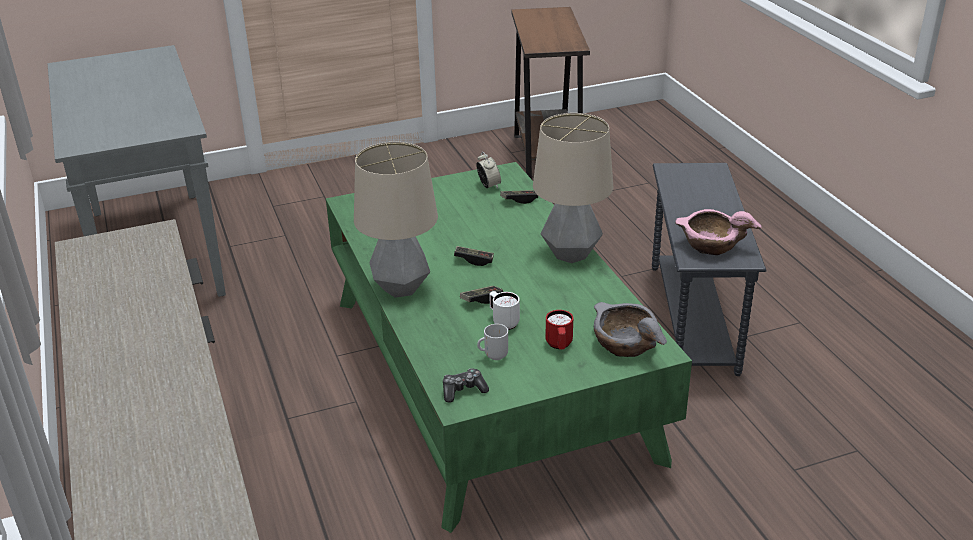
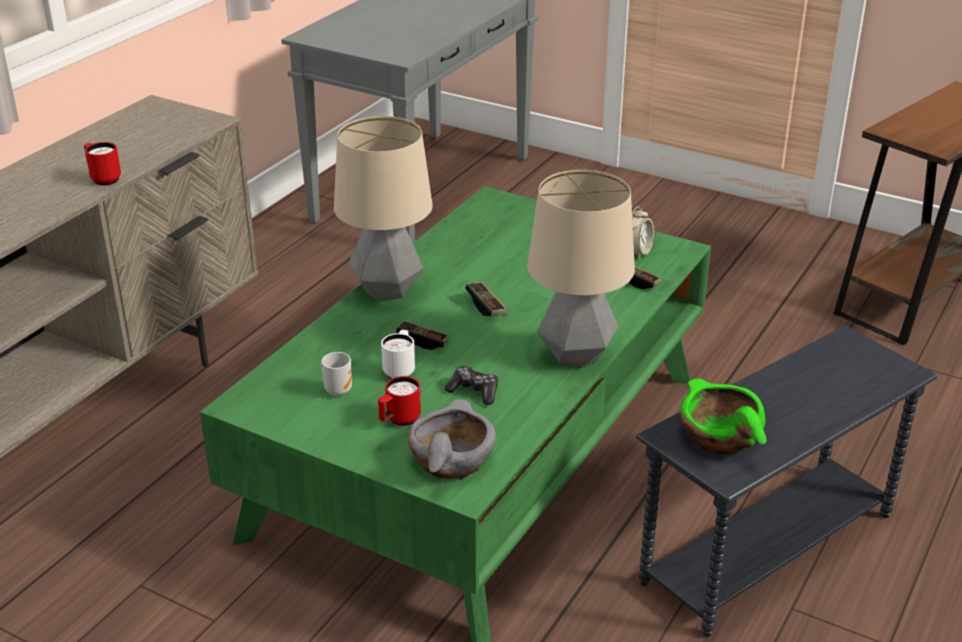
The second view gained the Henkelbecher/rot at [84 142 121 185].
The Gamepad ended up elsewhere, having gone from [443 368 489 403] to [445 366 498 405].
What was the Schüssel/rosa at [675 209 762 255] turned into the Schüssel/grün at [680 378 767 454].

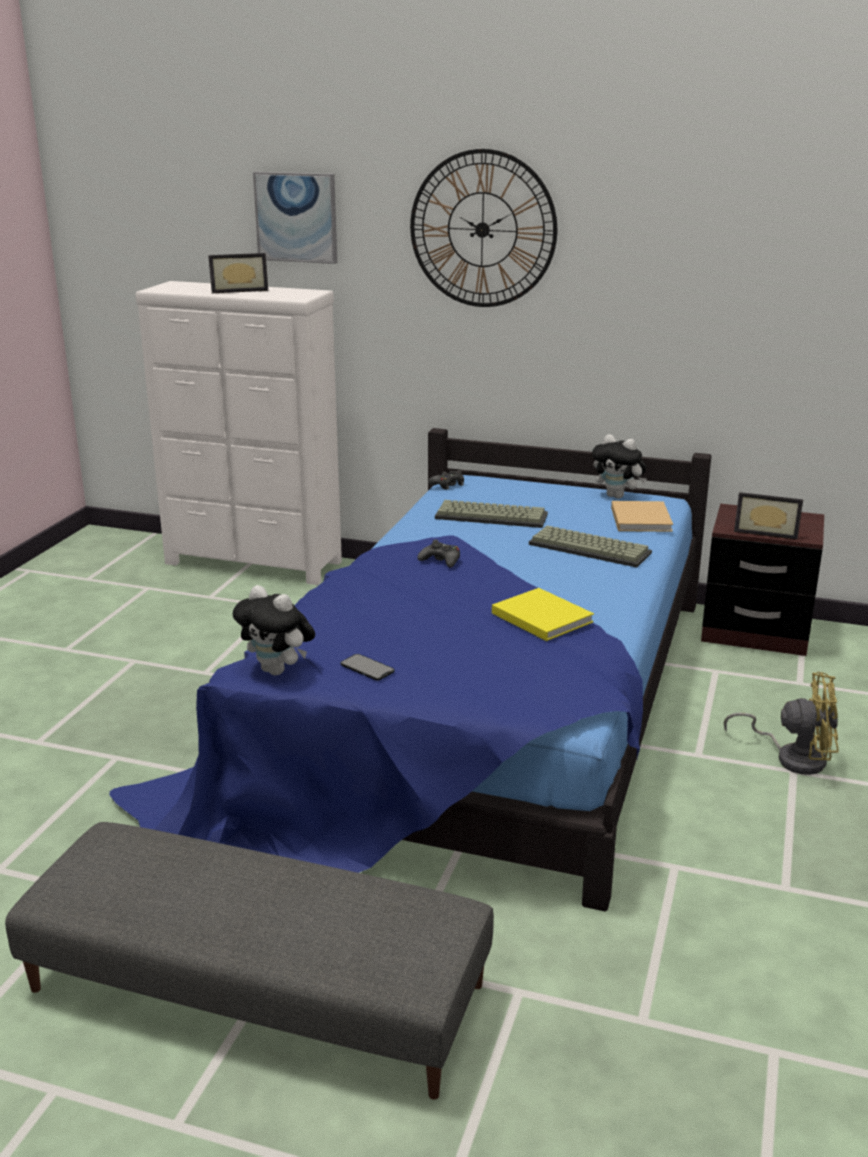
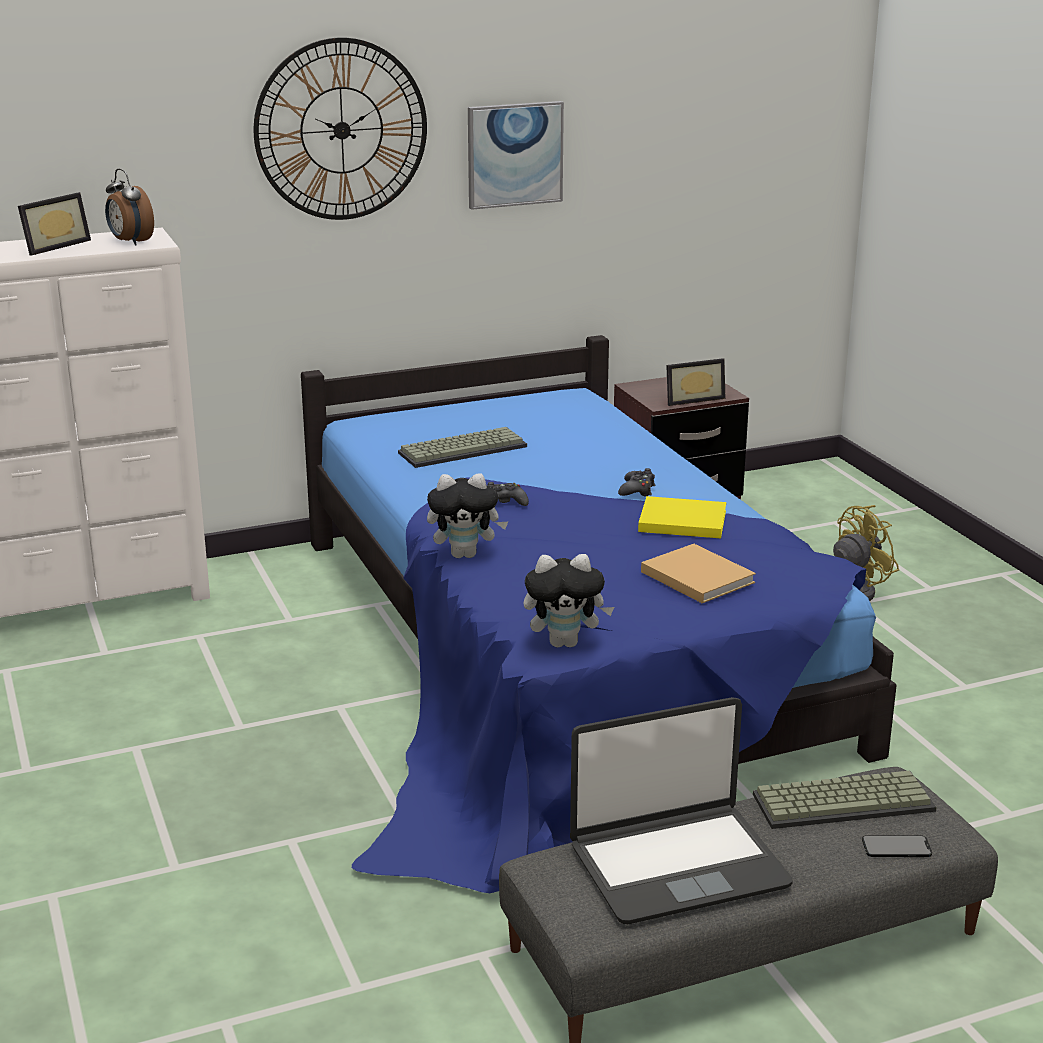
The second view gained the Wecker at [105 169 154 246].
The Plüschtier ended up elsewhere, having gone from [592 434 647 499] to [427 473 508 558].
The Bild ended up elsewhere, having gone from [253 172 337 264] to [468 101 564 210].
The second view gained the Laptop at [570 697 793 924].
The Gamepad/schwarz ended up elsewhere, having gone from [428 470 464 490] to [618 468 655 497].
The Buch/beige ended up elsewhere, having gone from [611 501 673 532] to [641 544 756 603].
The Tastatur ended up elsewhere, having gone from [529 525 652 568] to [753 771 937 829].
The Handy ended up elsewhere, having gone from [340 654 395 681] to [862 835 932 857].

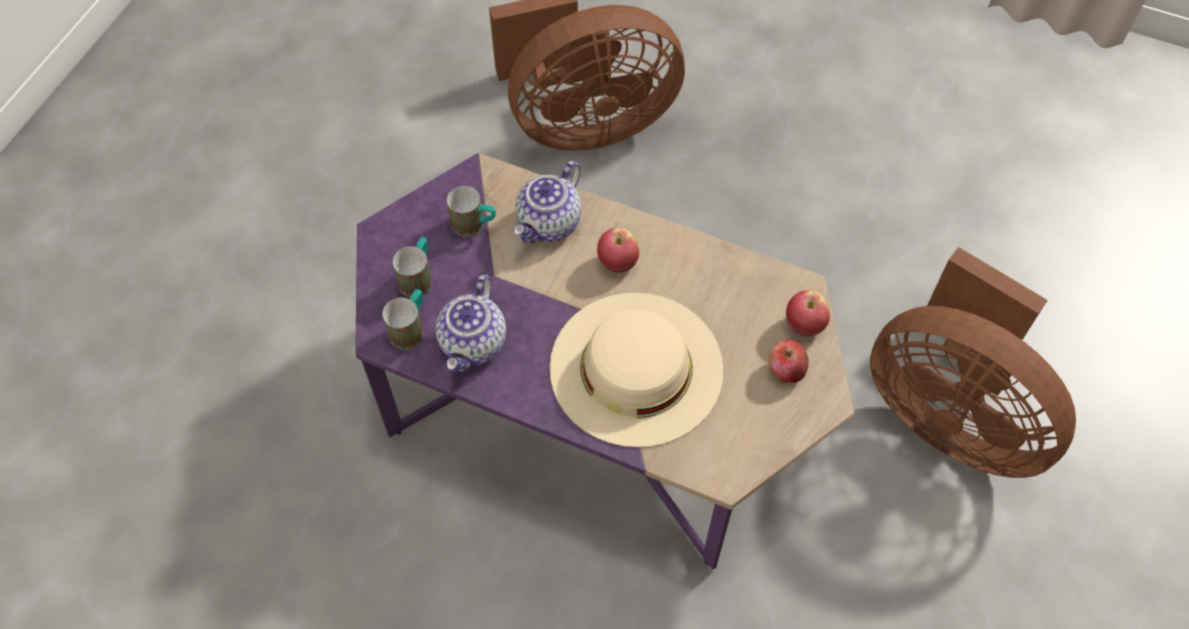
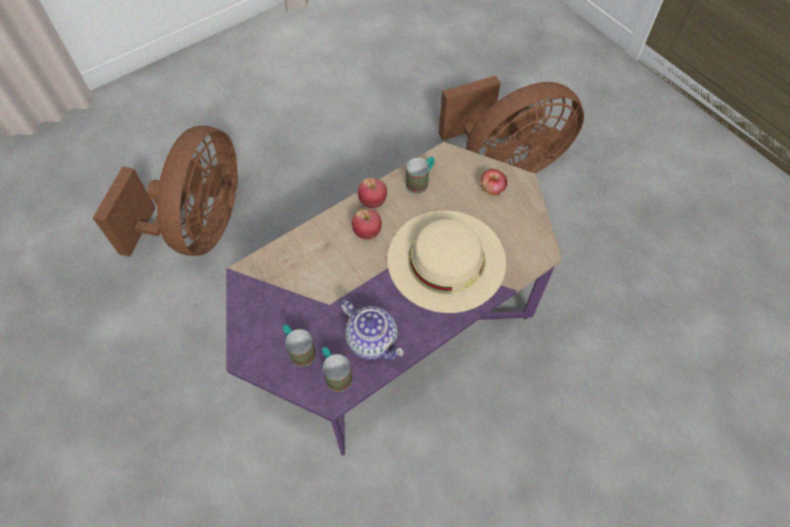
The Apfel ended up elsewhere, having gone from [786 290 830 336] to [358 178 387 208].
The Henkelbecher ended up elsewhere, having gone from [447 186 496 237] to [406 157 435 194].
The second view lost the Teekanne at [514 161 581 243].

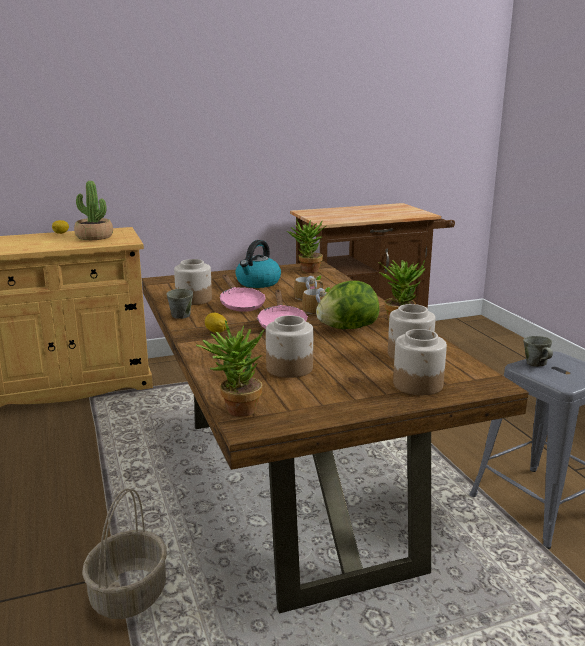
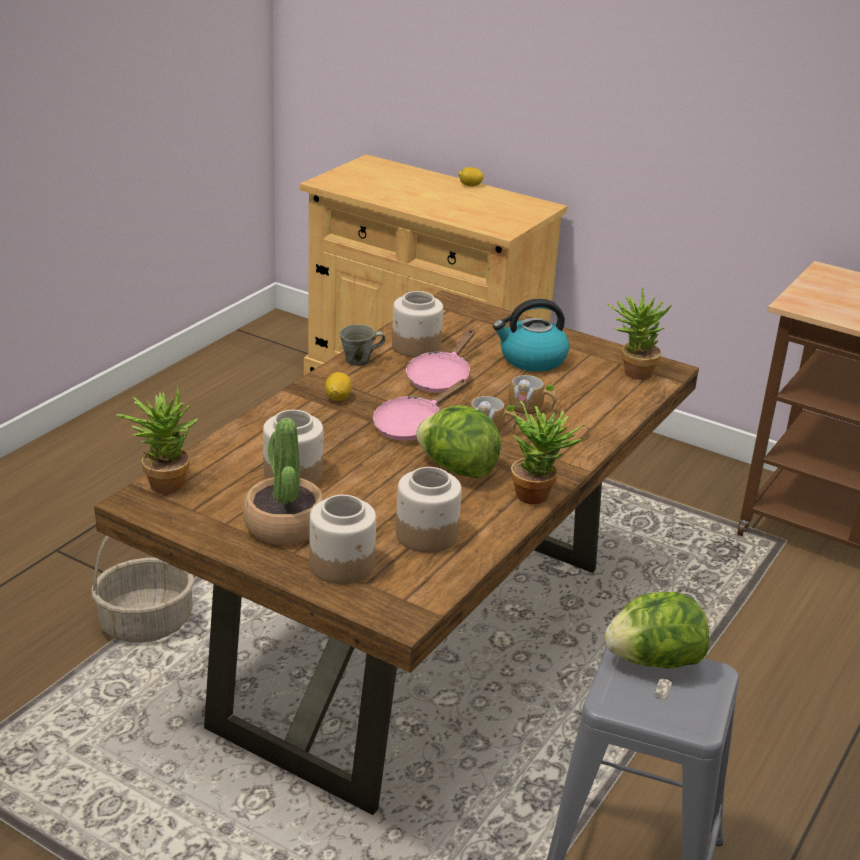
The Topfpflanze ended up elsewhere, having gone from [74 181 113 240] to [243 418 325 545].
Where the Henkelbecher/grau stood at [523 336 553 367], the Salatkopf came to stand at [605 592 709 669].

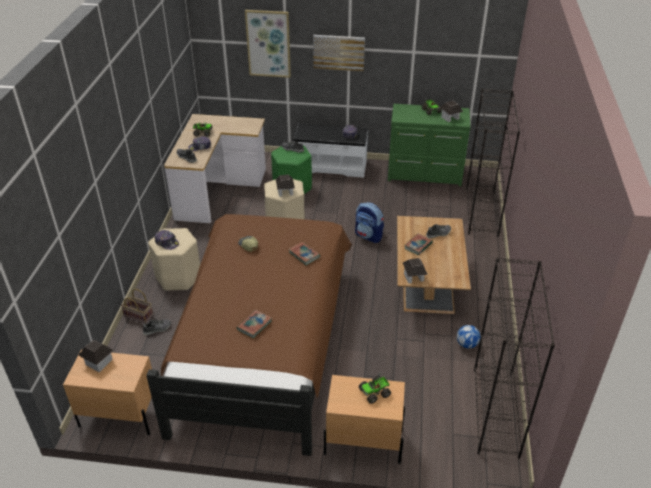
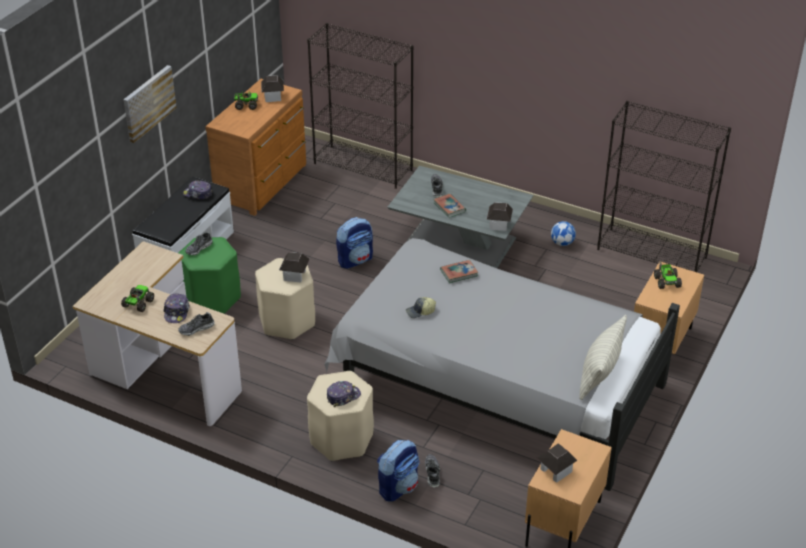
What was the Kommode/grün at [388 104 471 186] turned into the Kommode/braun at [205 79 306 216].
What was the Bett/braun at [146 214 352 456] turned into the Bett/grau at [324 238 680 491].
Where the Korb stood at [121 289 153 324], the Rucksack came to stand at [377 440 419 502].
What was the Couchtisch/braun at [397 216 471 314] turned into the Couchtisch/grau at [387 166 534 268].
The second view gained the Kissen at [579 315 627 400].
The second view lost the Buch at [237 310 272 338].
The second view lost the Bild at [245 10 291 78].

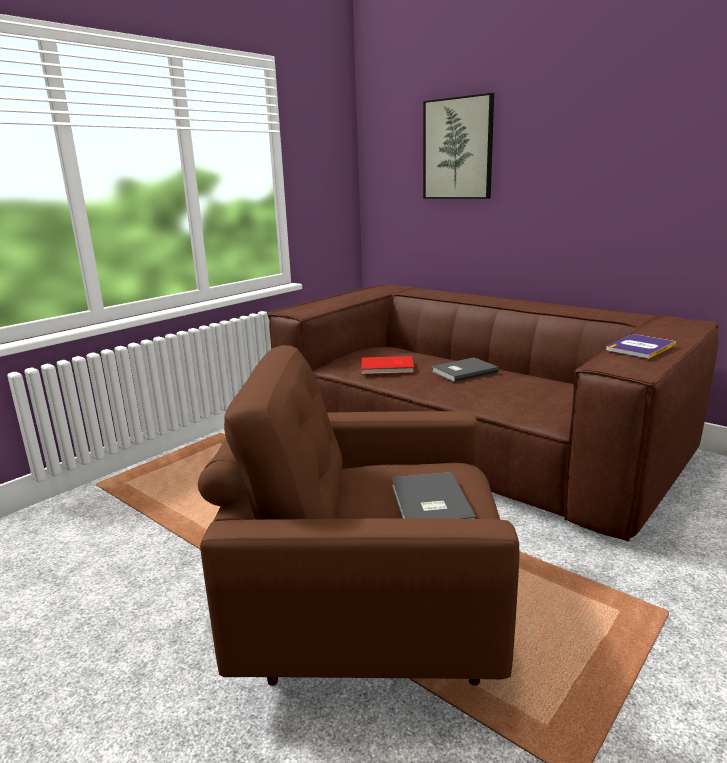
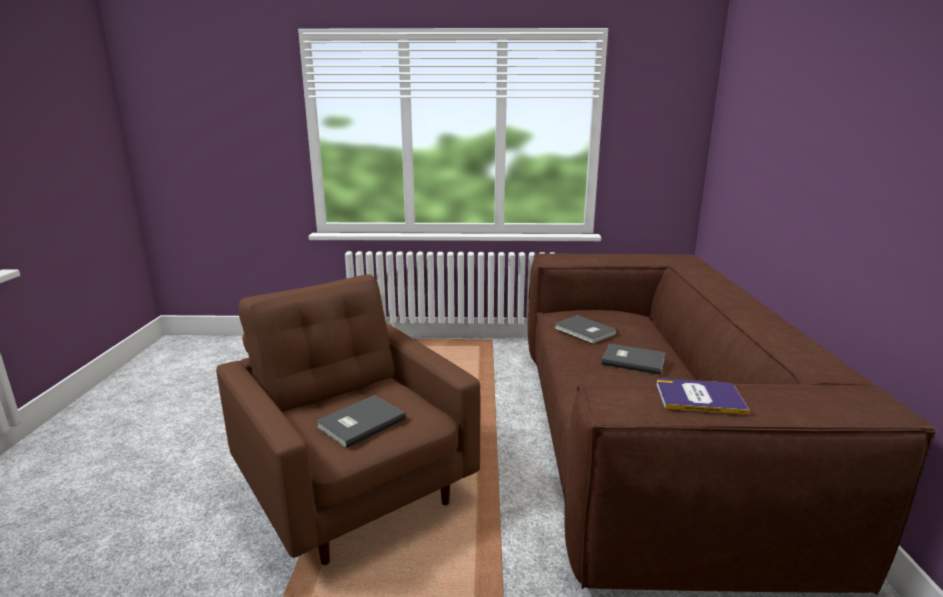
What was the Buch/rot at [362 356 414 374] turned into the Buch/grau at [554 315 617 344].
The second view lost the Bild at [423 93 494 199].

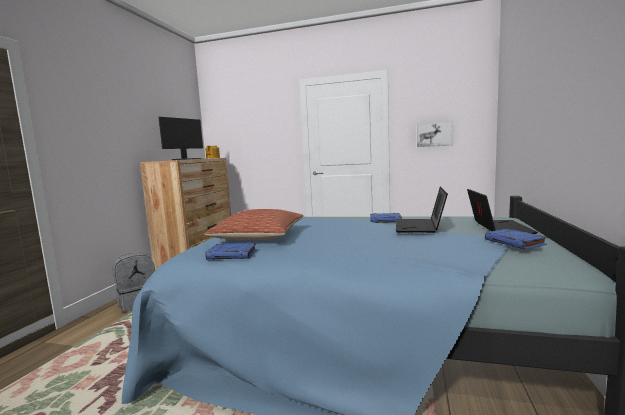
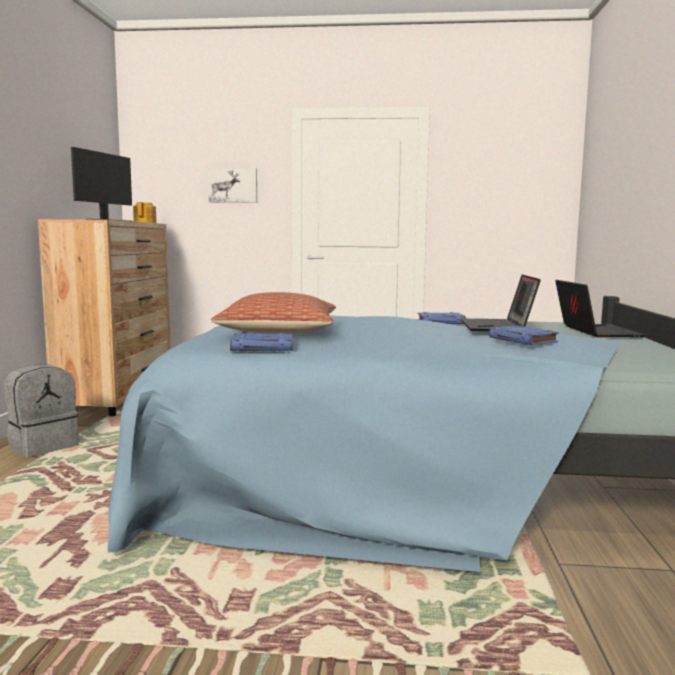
The Bild ended up elsewhere, having gone from [417 121 453 147] to [208 168 257 203].
The Buch/blau ended up elsewhere, having gone from [485 229 547 249] to [489 326 559 345].

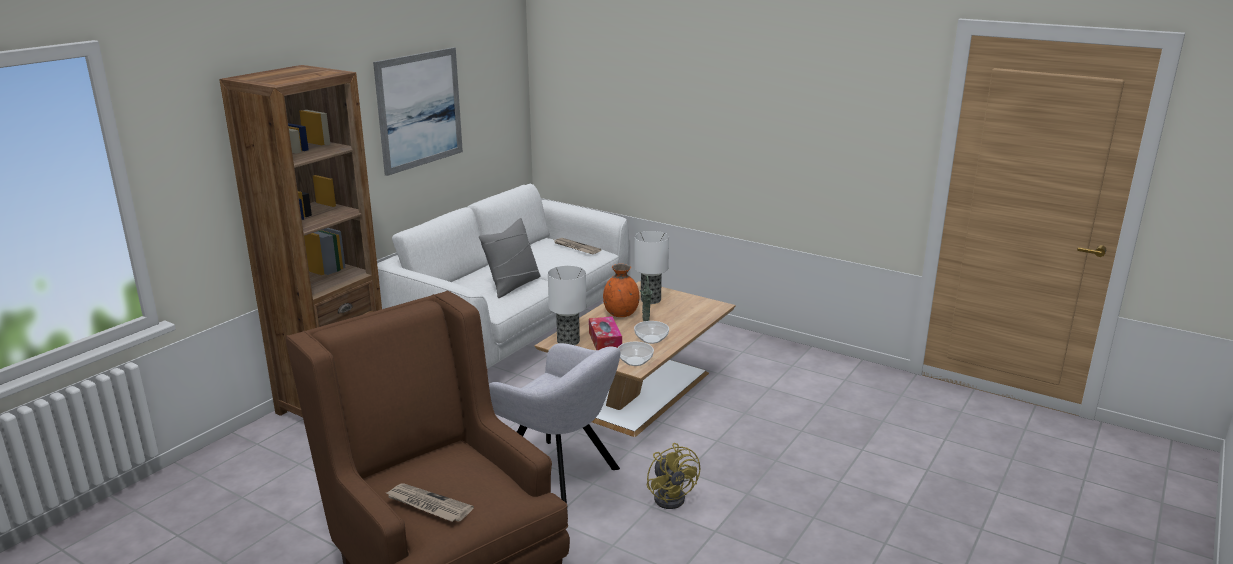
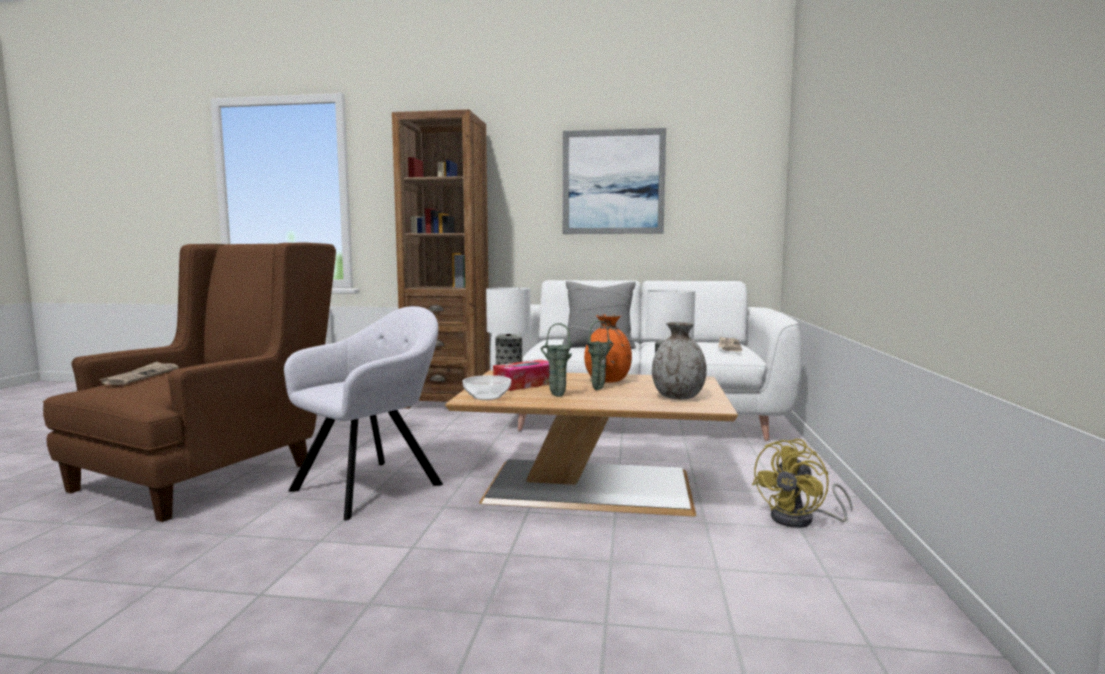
The Sessel/grau at [489 343 620 512] ended up facing another way, 150 degrees counterclockwise from before.
Where the Schüssel stood at [634 321 669 344], the Vase/grün came to stand at [541 323 572 396].
The second view gained the Vase/grau at [652 322 707 399].
The Ventilator/gelb ended up elsewhere, having gone from [647 443 700 509] to [752 439 853 528].

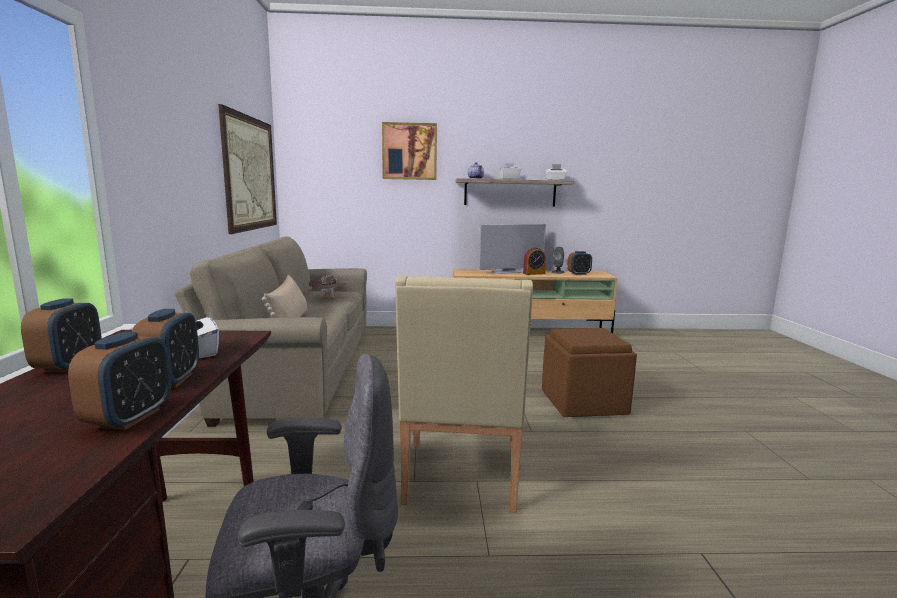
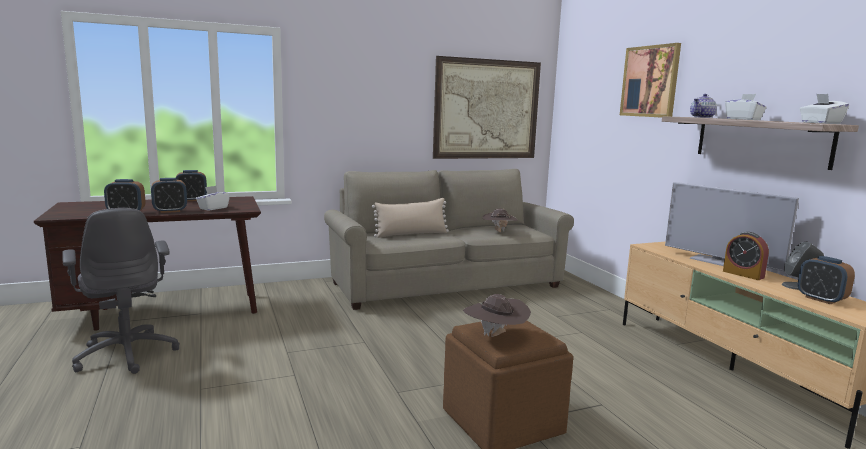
The second view gained the Hut/braun at [463 294 531 337].
The second view lost the Sessel/beige at [395 276 533 513].

